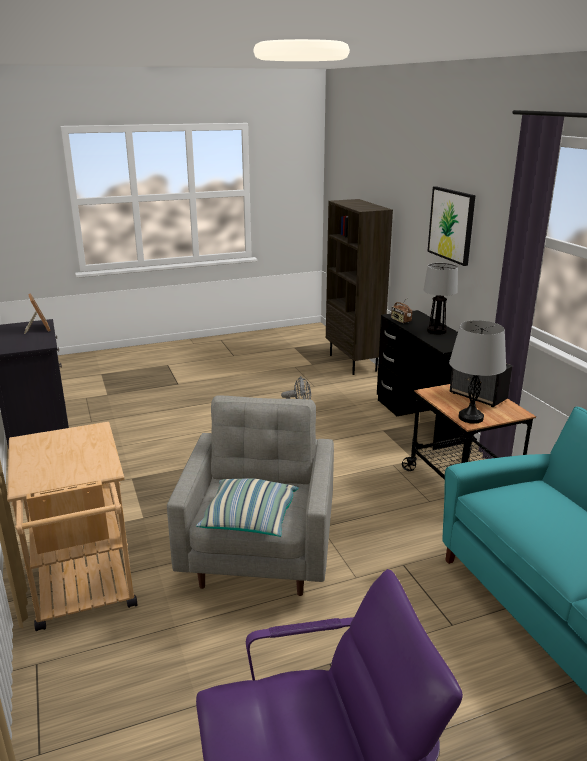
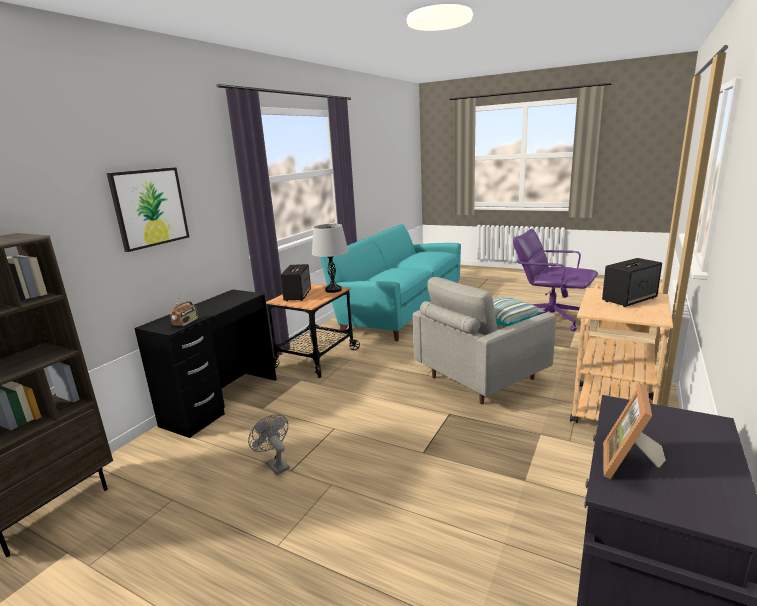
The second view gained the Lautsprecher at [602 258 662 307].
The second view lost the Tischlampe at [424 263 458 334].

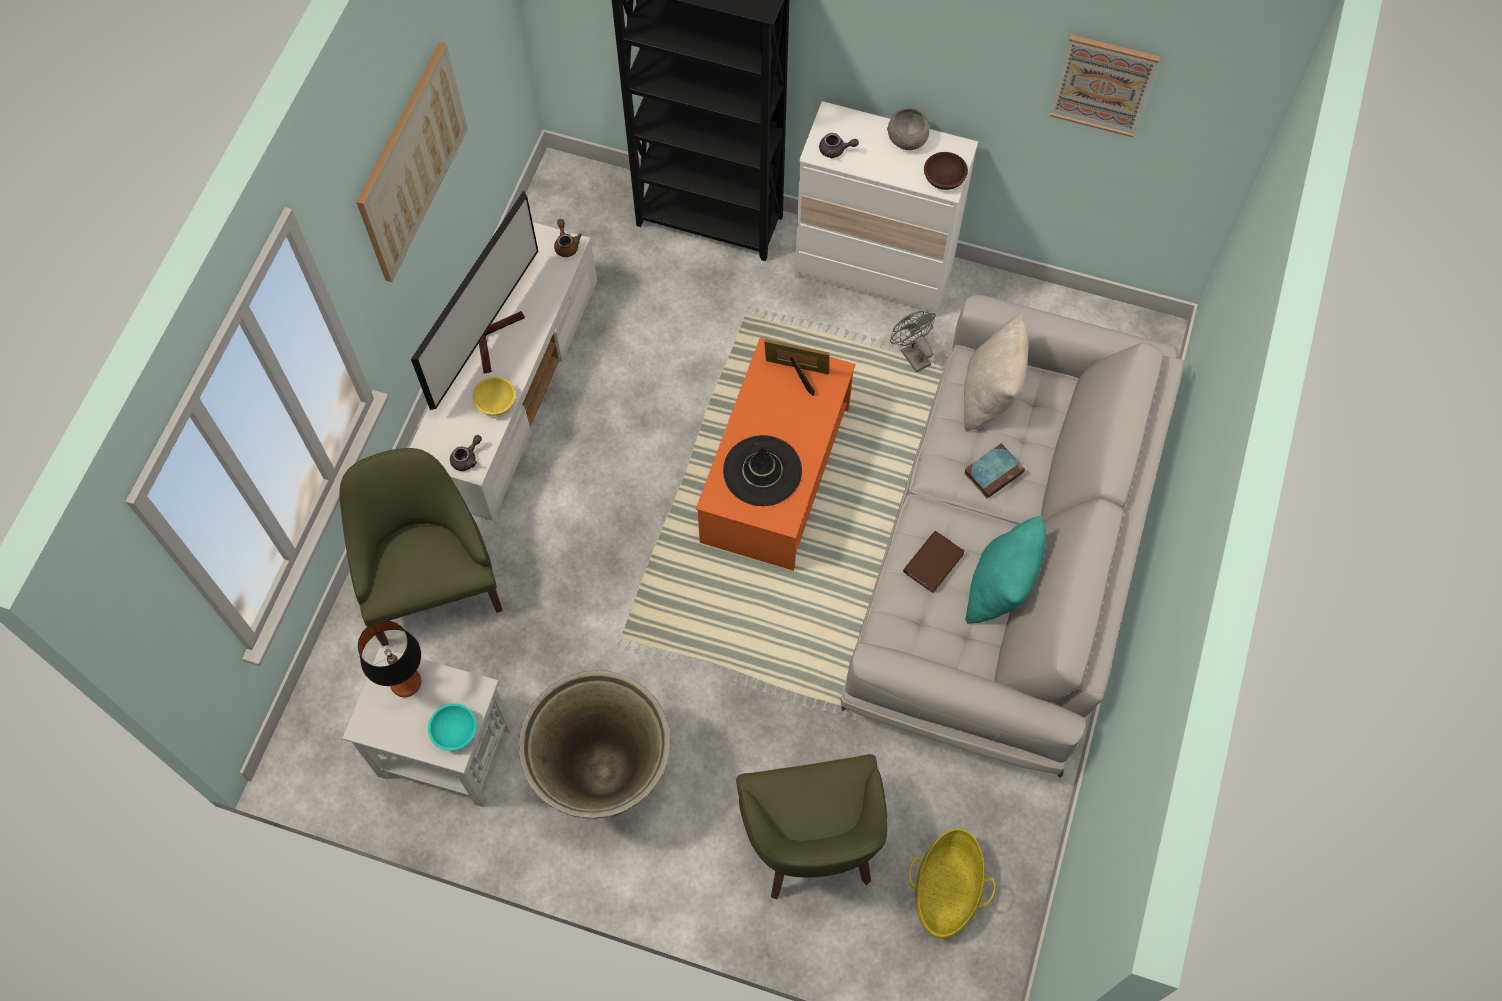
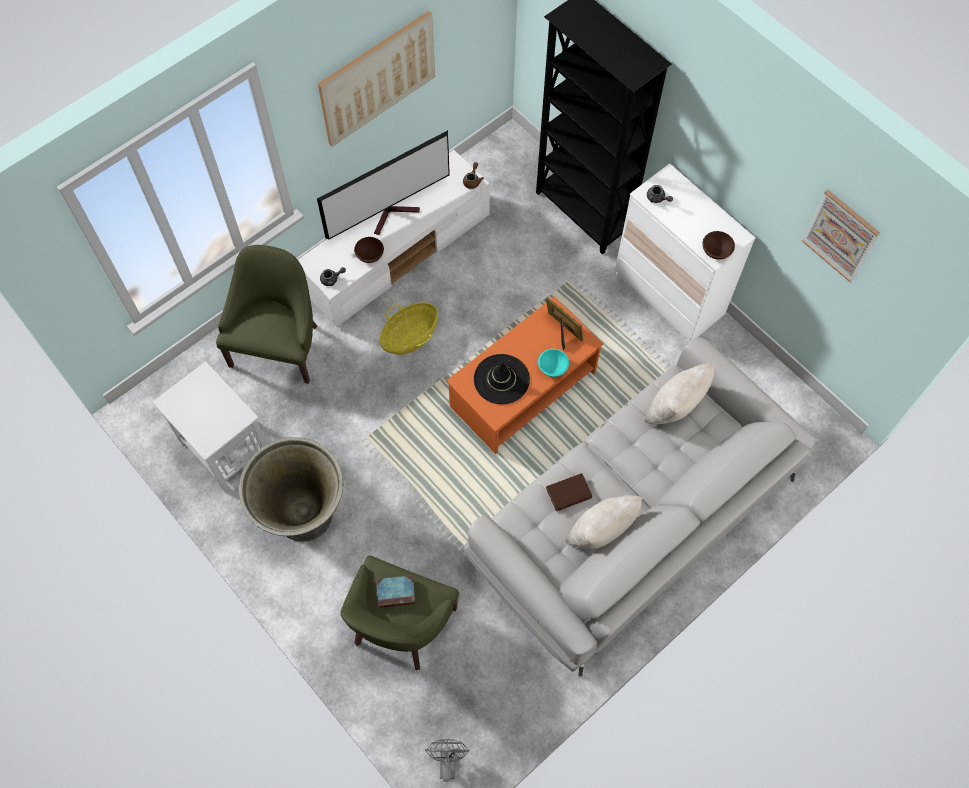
What was the Schüssel/gelb at [473 377 516 416] turned into the Schüssel/braun at [354 237 384 263].
The Buch ended up elsewhere, having gone from [964 443 1025 499] to [376 575 415 608].
The Korb ended up elsewhere, having gone from [908 828 996 939] to [380 302 438 355].
The Ventilator/grau ended up elsewhere, having gone from [890 311 936 372] to [425 739 470 782].
The Schüssel/türkis ended up elsewhere, having gone from [428 704 477 751] to [538 349 569 377].
What was the Kissen/türkis at [966 516 1046 624] turned into the Kissen/beige at [565 495 642 549].
The second view lost the Tischlampe at [358 620 421 697].
The second view lost the Schüssel/grau at [887 108 930 150].

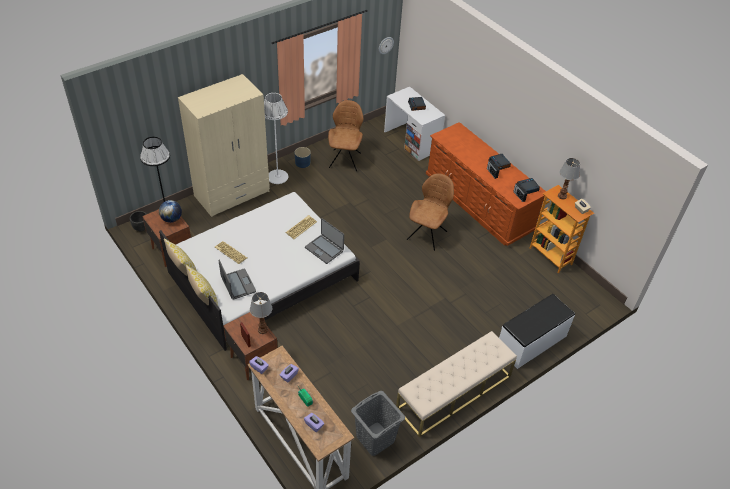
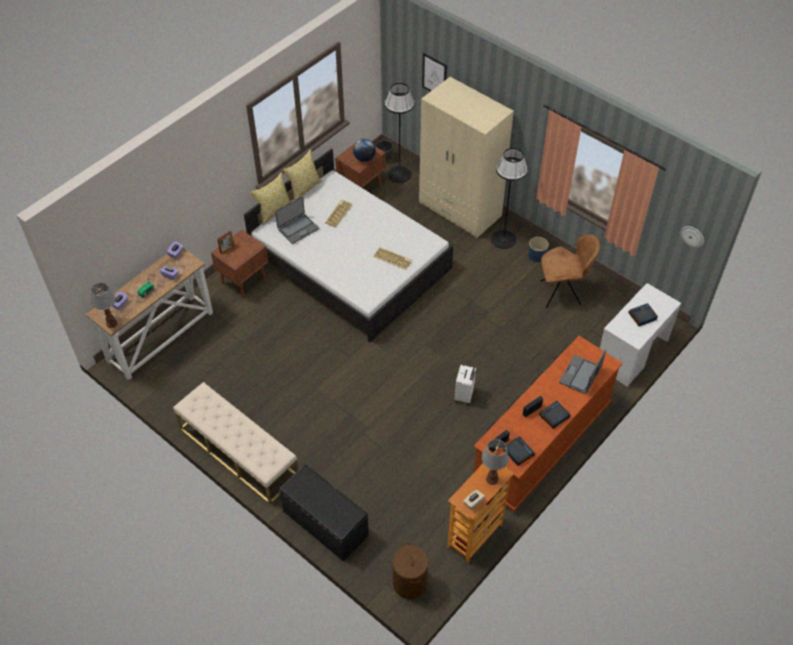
The Tischlampe ended up elsewhere, having gone from [250 292 272 334] to [91 283 117 328].
What was the Bank/weiß at [499 294 575 369] turned into the Bank/schwarz at [279 464 369 562].
The second view gained the Wäschekorb/braun at [392 542 429 599].
The second view gained the Bild at [422 53 447 92].
Where the Stuhl/braun stood at [407 173 454 251], the Koffer/weiß came to stand at [454 365 476 406].
What was the Stehlampe/weiß at [264 93 288 184] turned into the Stehlampe/schwarz at [491 148 528 249].
The Laptop ended up elsewhere, having gone from [305 218 344 264] to [559 349 606 394].
The second view lost the Wäschekorb/grau at [351 391 405 456].

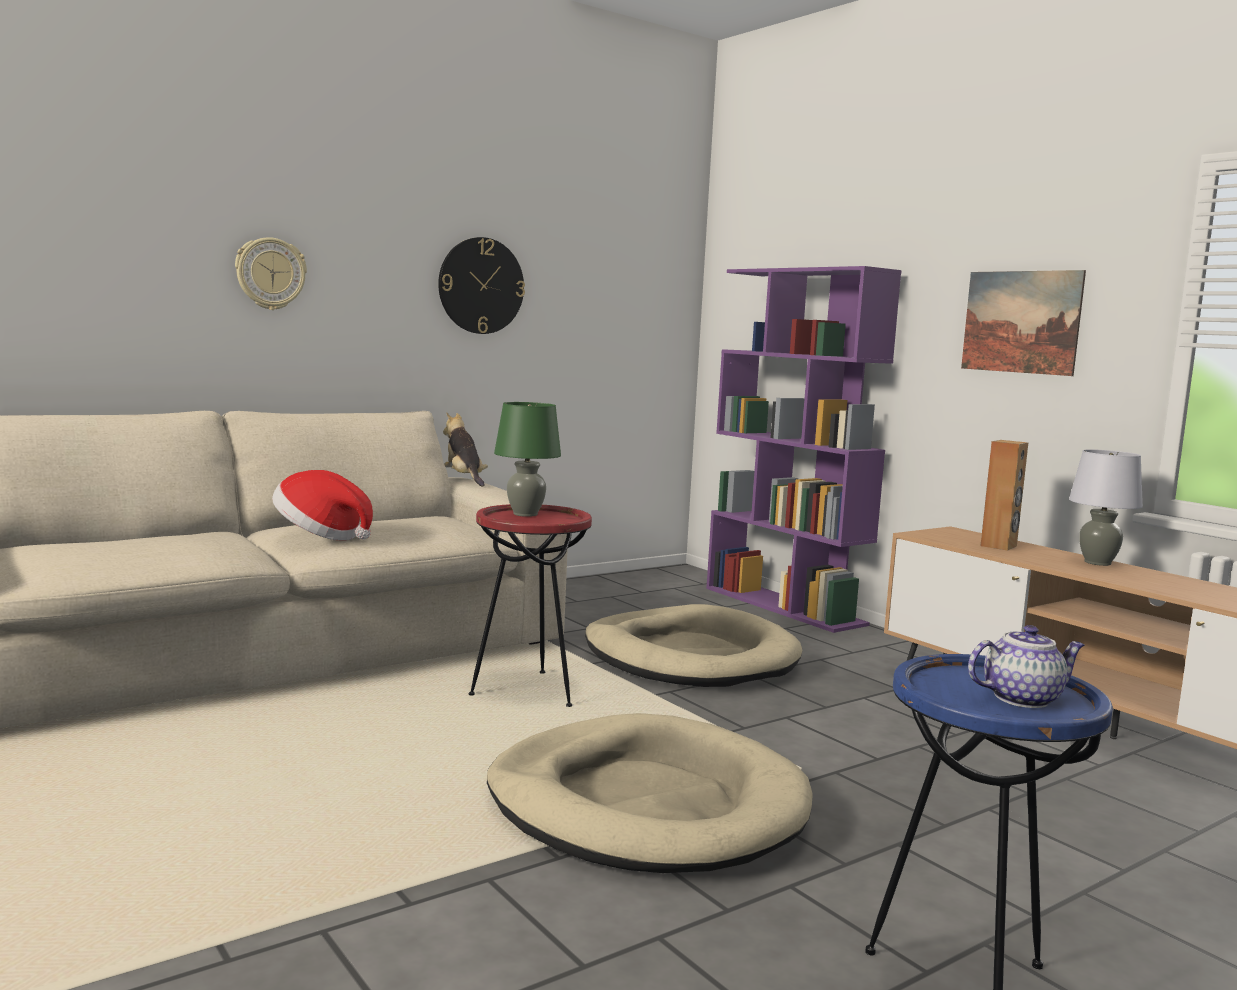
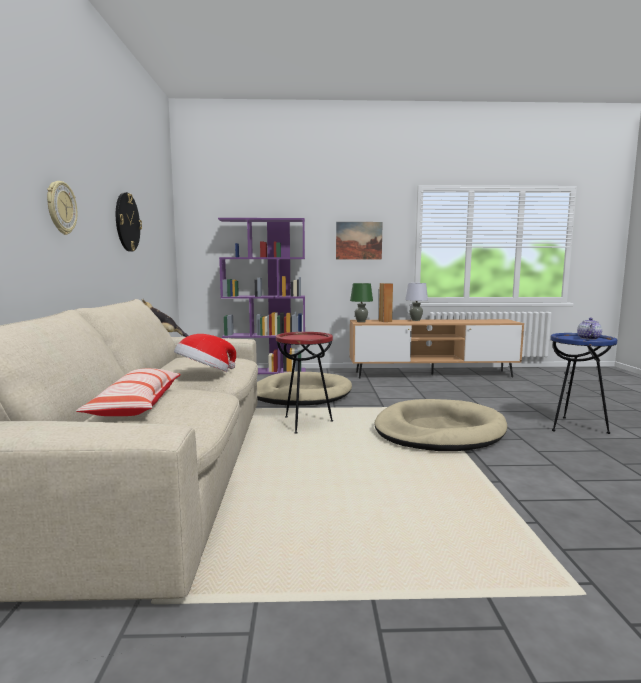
The second view gained the Kissen at [76 368 181 416].
The Tischlampe/grün ended up elsewhere, having gone from [494 402 561 517] to [350 283 373 322].

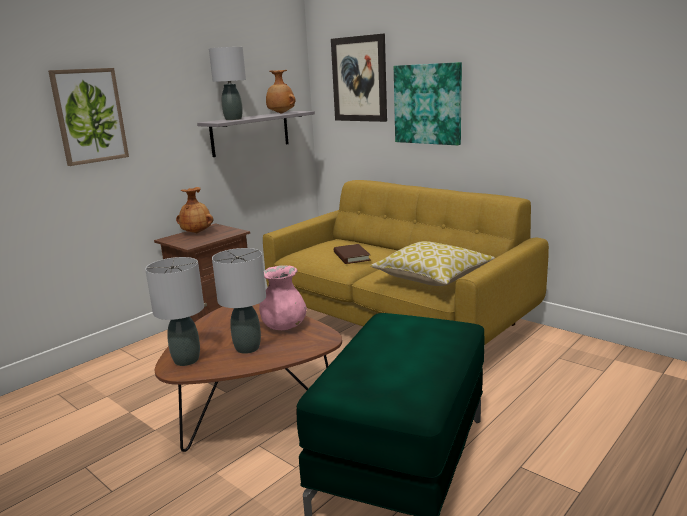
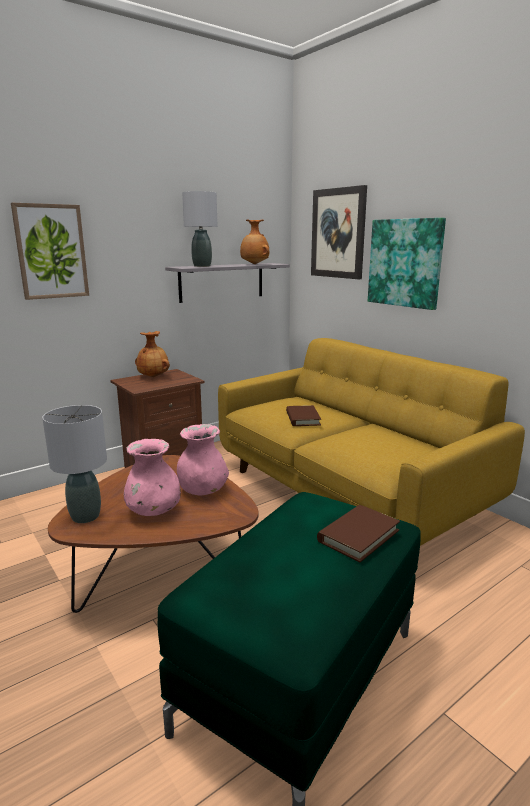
Where the Tischlampe/grau stood at [212 248 266 354], the Vase/rosa came to stand at [124 439 181 516].
The second view gained the Buch/braun at [317 505 400 562].
The second view lost the Kissen at [371 241 495 286].

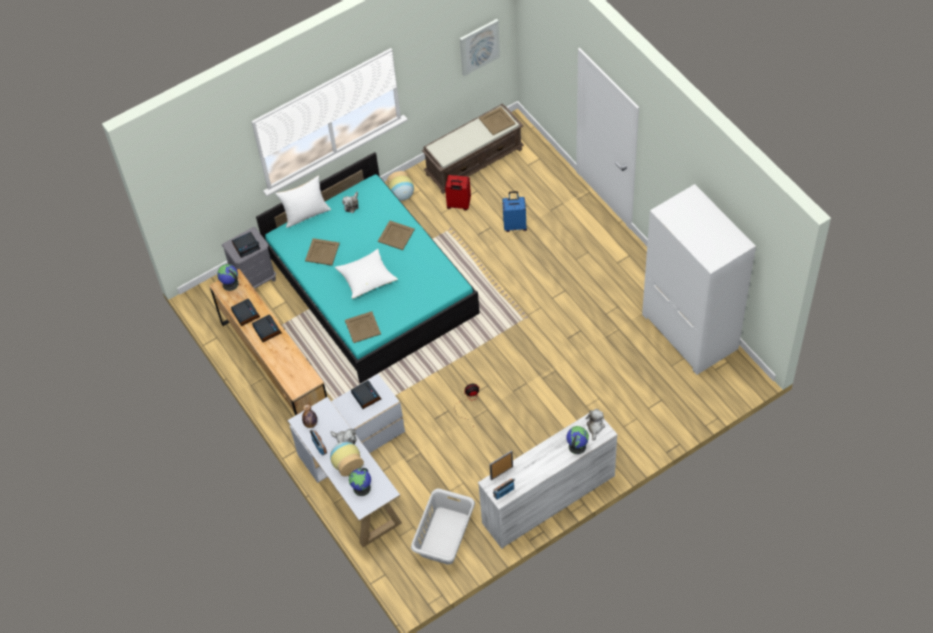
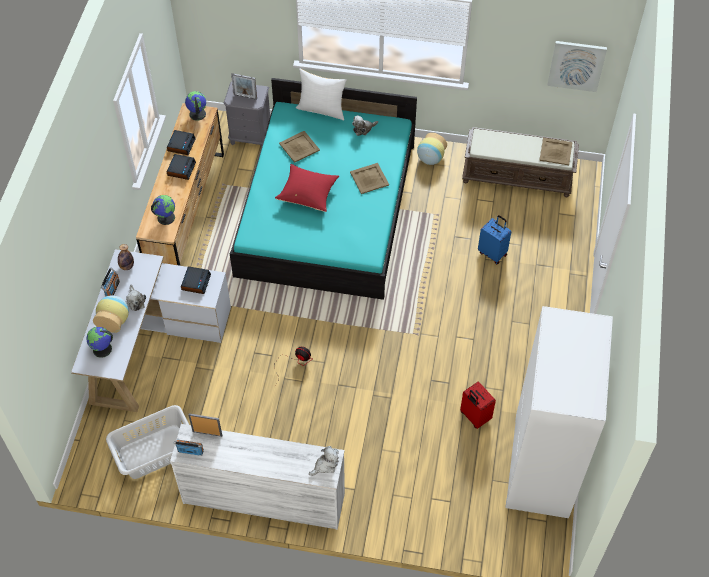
The Globus ended up elsewhere, having gone from [567 426 589 454] to [151 195 175 225].
Where the Wecker stood at [232 232 260 258], the Bilderrahmen came to stand at [231 73 257 100].
What was the Kissen/weiß at [335 249 398 299] turned into the Kissen/rot at [275 164 339 212].
The Koffer/rot ended up elsewhere, having gone from [445 175 471 211] to [460 382 496 429].
The second view lost the Tablett/beige at [345 311 381 343].

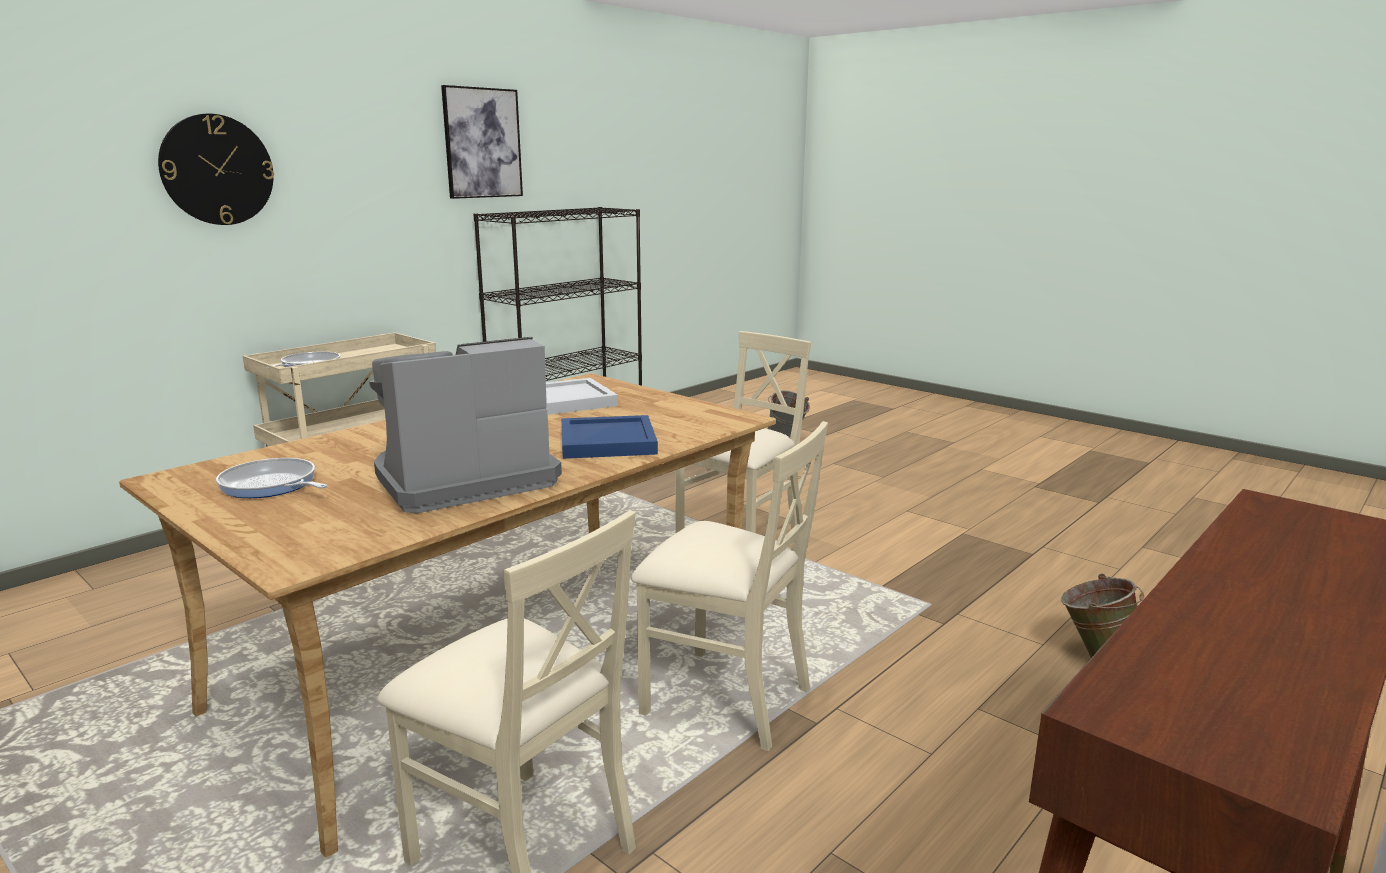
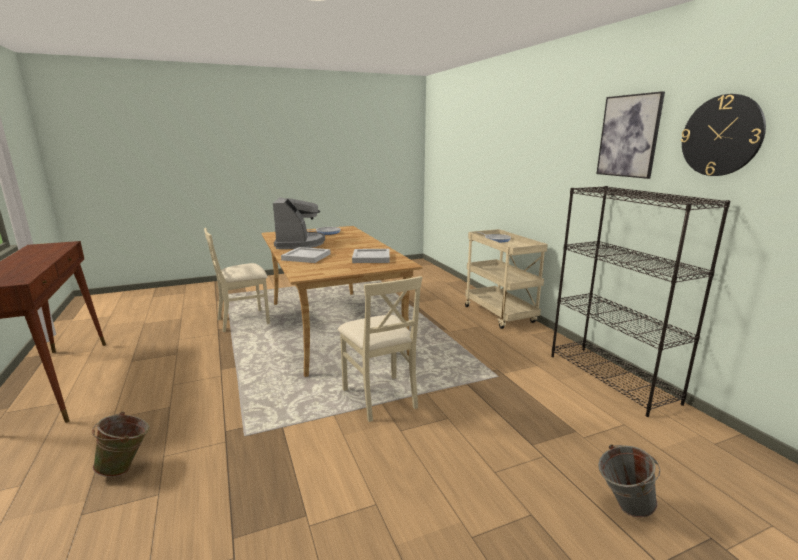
What was the Tablett/blau at [561 415 658 459] turned into the Tablett/weiß at [281 247 330 263].
The Wanduhr ended up elsewhere, having gone from [158 114 274 225] to [681 94 766 176].
The second view lost the Stuhl/beige at [631 421 828 751].

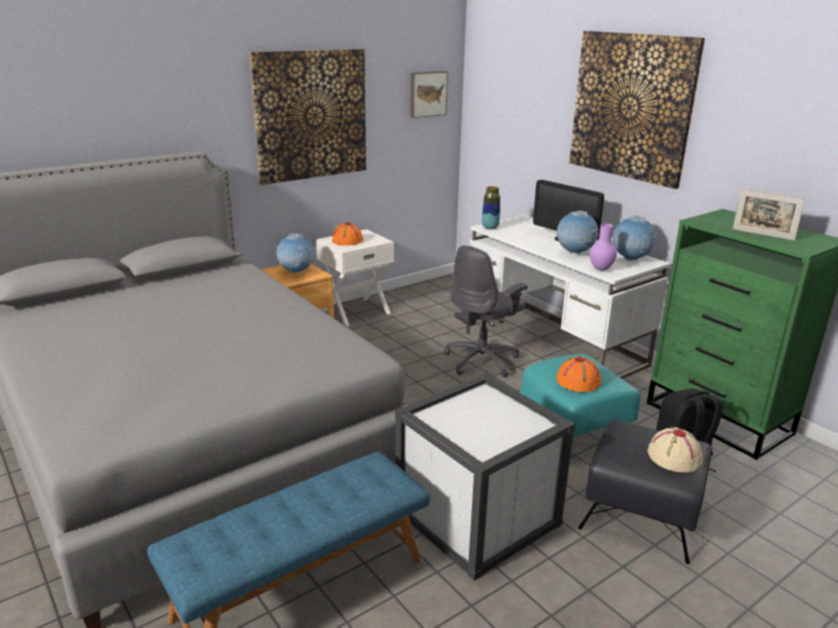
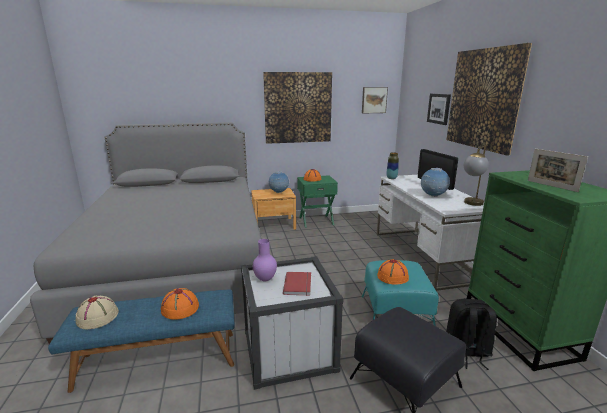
The Hut/beige ended up elsewhere, having gone from [648 427 703 473] to [76 296 119 329].
The second view gained the Hut/orange at [161 288 199 320].
The Vase/lila ended up elsewhere, having gone from [590 223 617 271] to [253 239 277 281].
The second view gained the Buch/rot at [283 272 311 296].
What was the Nachttisch/weiß at [316 229 394 326] turned into the Nachttisch/grün at [297 175 338 228].
The second view gained the Bild at [427 94 451 125].
Where the Globus stood at [613 216 656 261], the Tischlampe came to stand at [464 145 489 206].
The second view lost the Bürostuhl/grau at [444 245 528 378].

